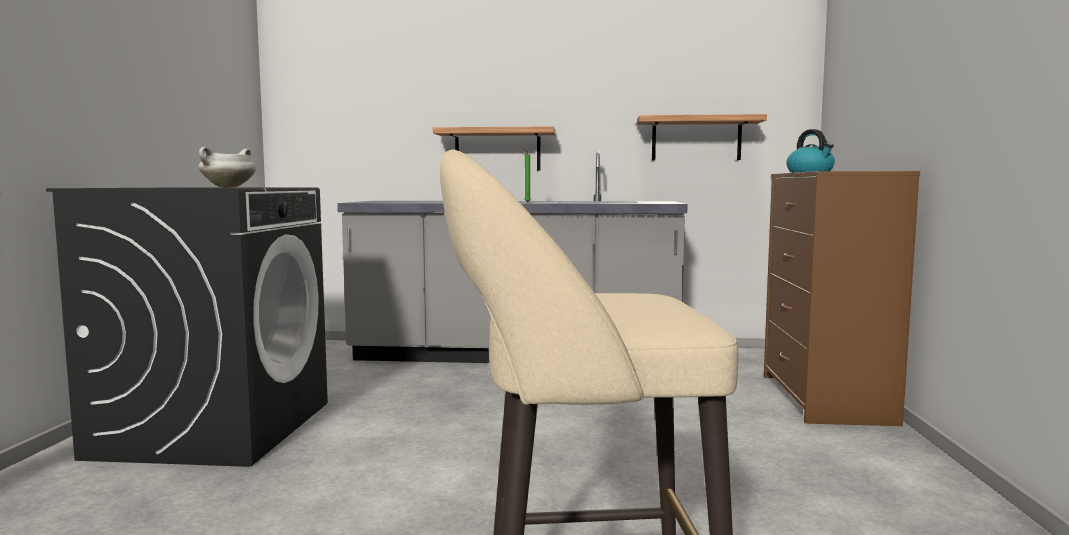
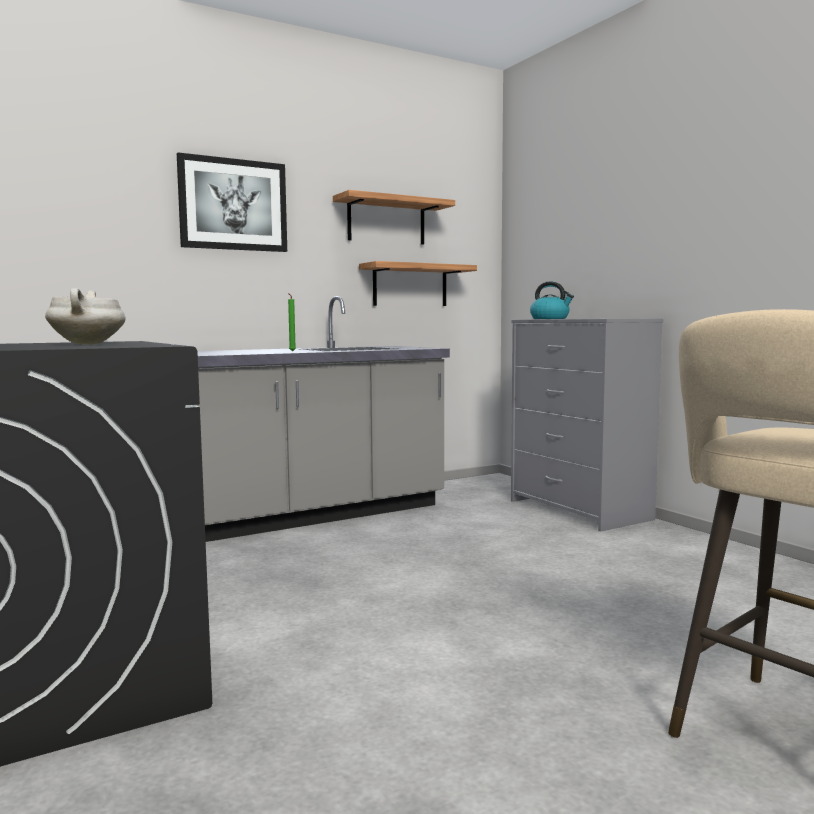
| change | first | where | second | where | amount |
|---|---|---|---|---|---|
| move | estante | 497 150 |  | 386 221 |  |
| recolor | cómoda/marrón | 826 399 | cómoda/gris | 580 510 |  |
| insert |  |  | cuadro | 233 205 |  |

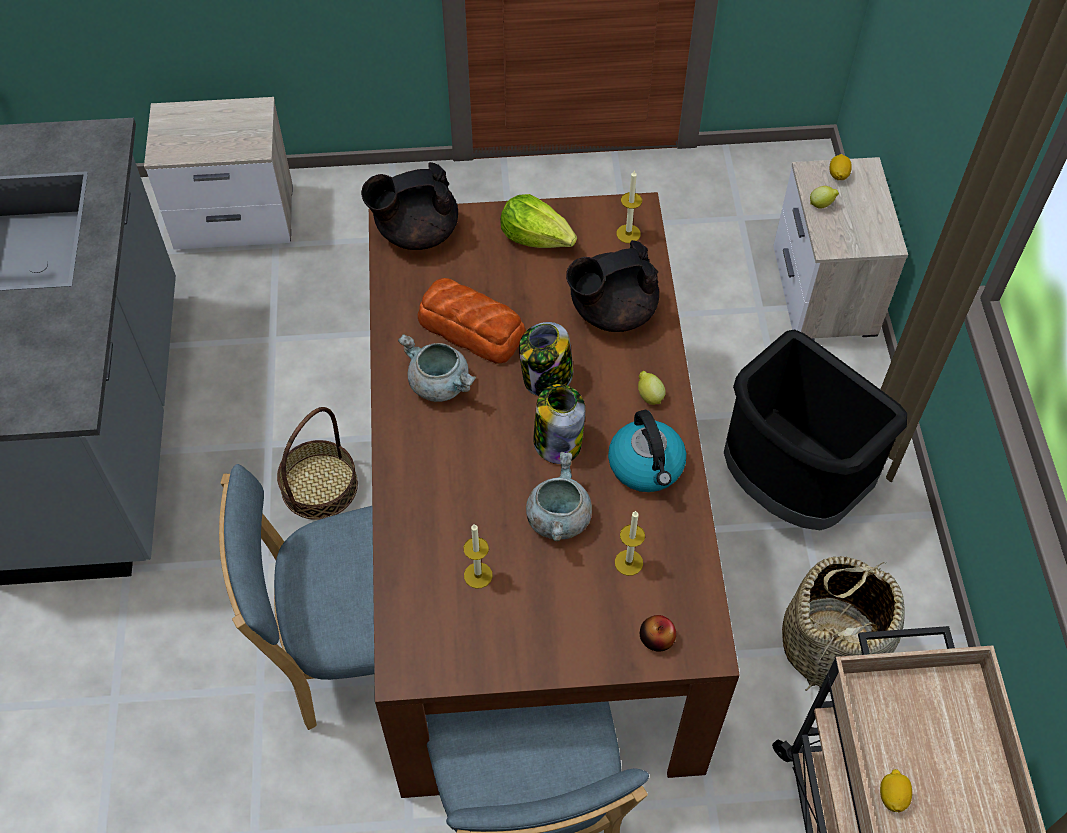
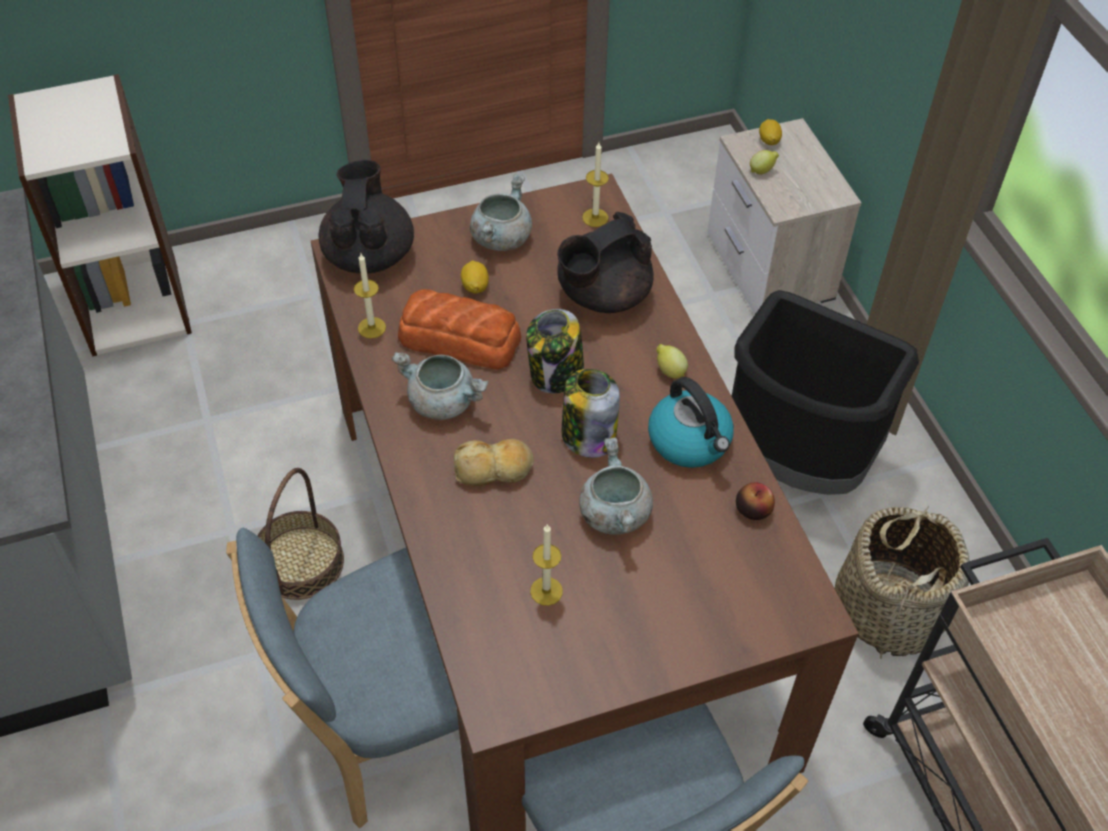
| change | first | where | second | where | amount |
|---|---|---|---|---|---|
| replace | mesita de noche | 236 217 | estantería | 134 303 |  |
| rotate | tetera/negro | 415 232 |  | 369 254 | 120 degrees clockwise |
| replace | lechuga | 537 237 | olla/gris | 500 237 |  |
| move | vela | 628 562 |  | 372 327 |  |
| move | manzana | 656 638 |  | 753 509 |  |
| move | limón | 892 796 |  | 475 286 |  |
| insert |  |  | pan | 494 469 |  |

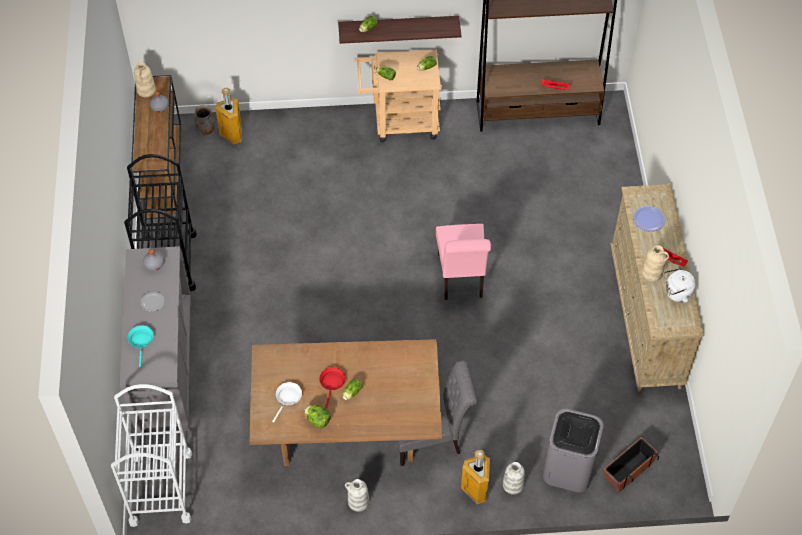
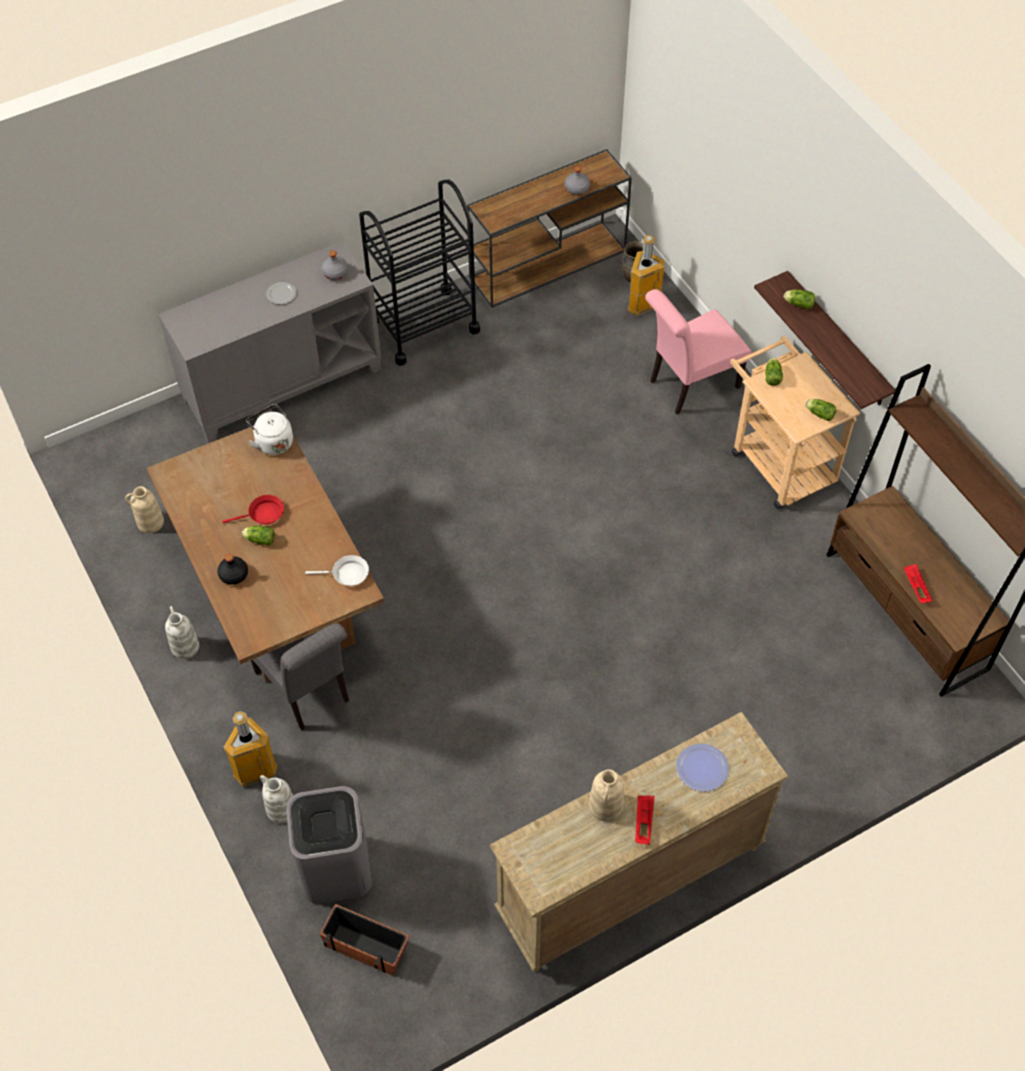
| change | first | where | second | where | amount |
|---|---|---|---|---|---|
| delete | carrito/blanco | 161 488 |  |  |  |
| delete | sartén/turquesa | 141 341 |  |  |  |
| move | florero/beis | 146 90 |  | 150 523 |  |
| move | sartén/blanco | 288 398 |  | 347 574 |  |
| delete | lechuga | 318 420 |  |  |  |
| move | silla/rosa | 461 278 |  | 689 385 |  |
| move | hervidor/blanco | 676 293 |  | 273 441 |  |
| insert |  |  | botella/negro | 233 575 |  |

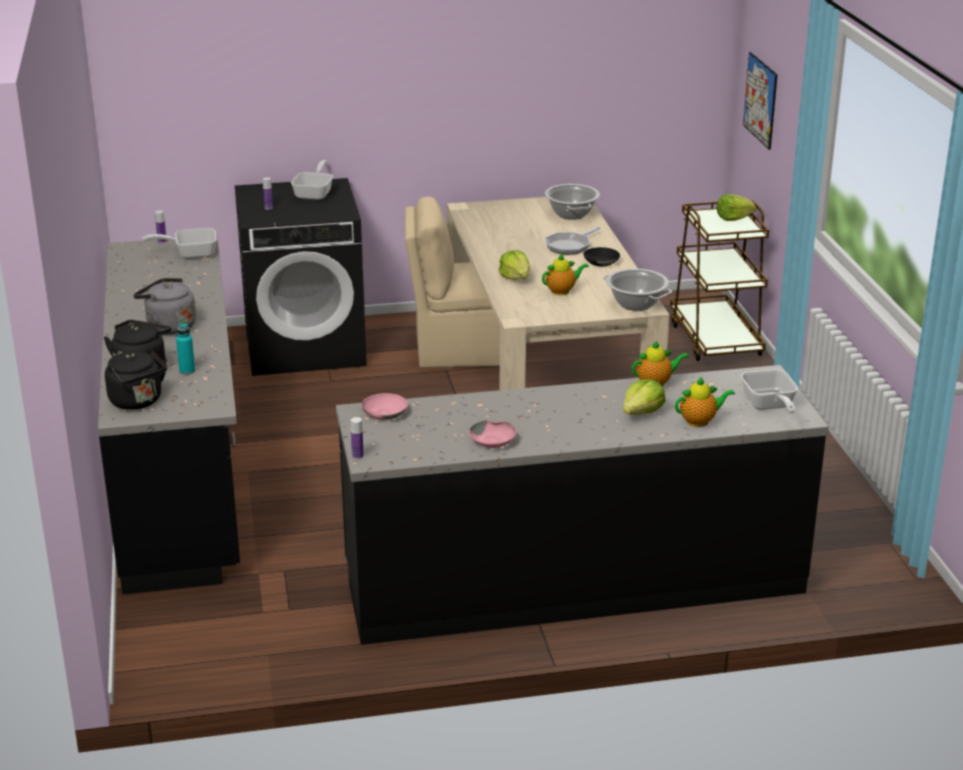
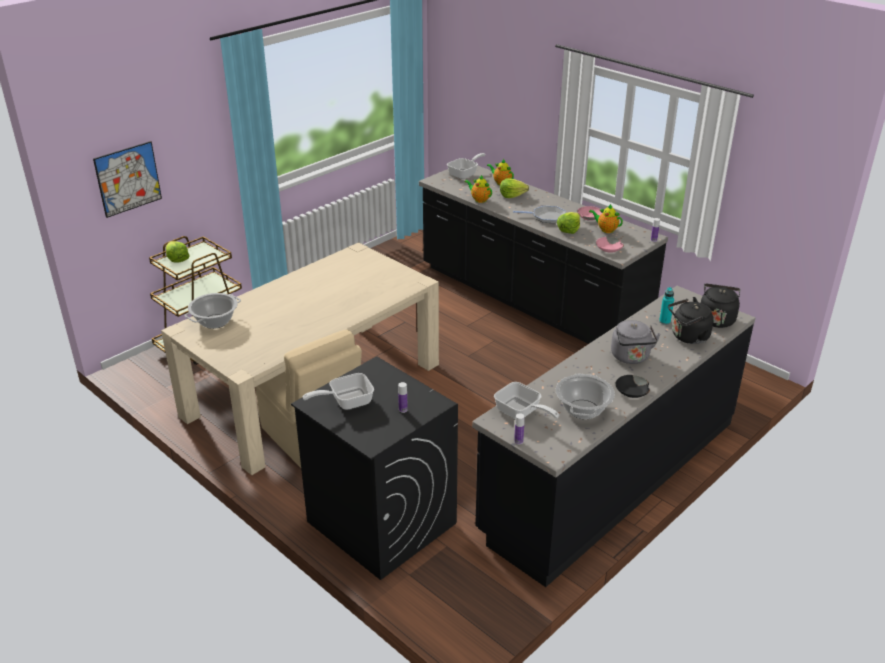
| change | first | where | second | where | amount |
|---|---|---|---|---|---|
| move | lechuga | 516 277 |  | 568 229 |  |
| move | tetera | 562 291 |  | 606 230 |  |
| move | sartén | 569 246 |  | 546 217 |  |
| move | cuenco/negro | 601 262 |  | 632 392 |  |
| move | olla | 635 303 |  | 583 410 |  |

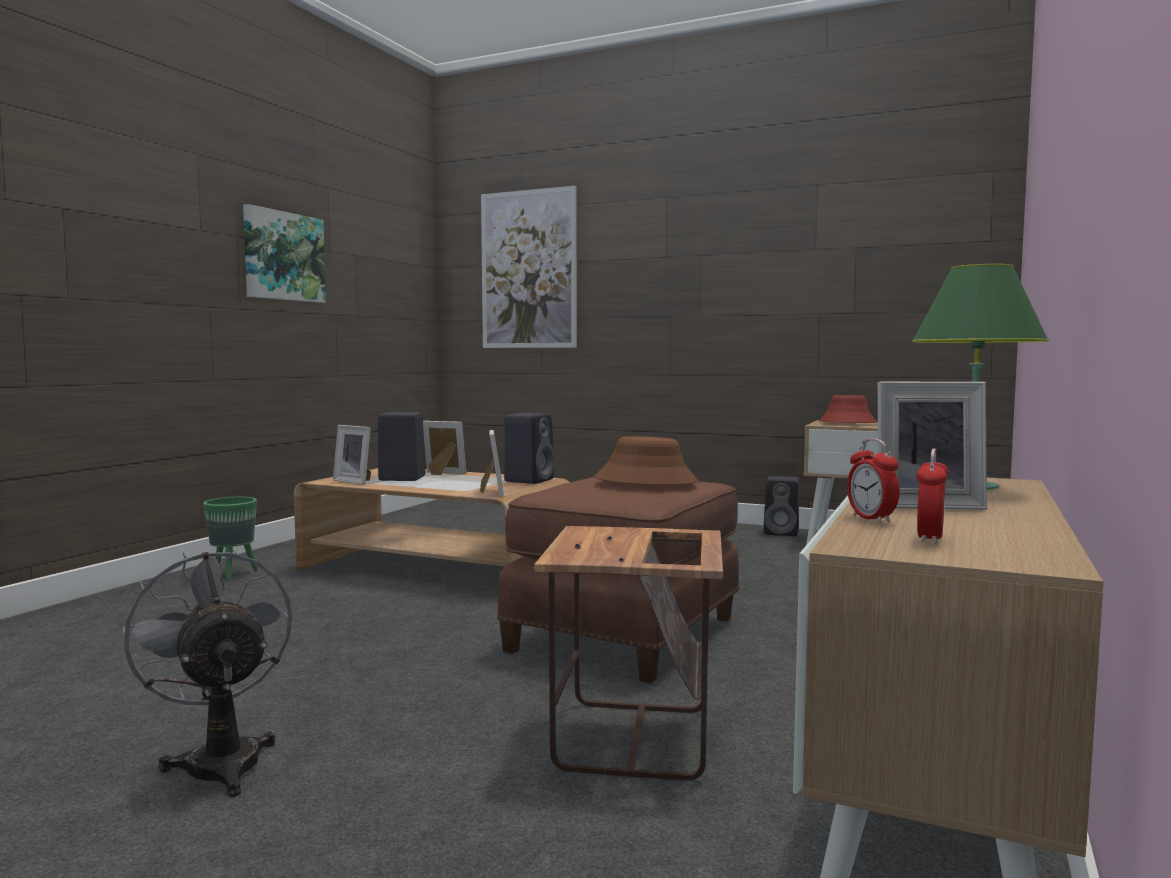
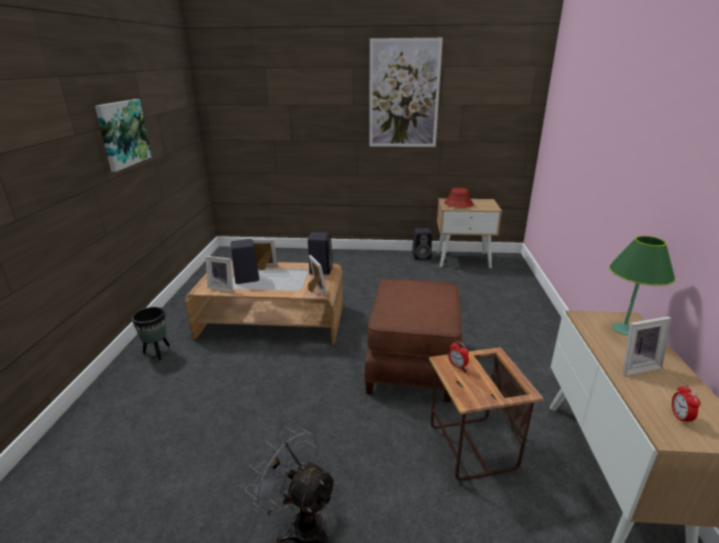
| change | first | where | second | where | amount |
|---|---|---|---|---|---|
| recolor | maceta/verde | 233 574 | maceta/negro | 157 352 |  |
| move | cuadro | 528 269 |  | 404 94 |  |
| delete | sombrero/marrón | 646 481 |  |  |  |
| move | despertador | 871 519 |  | 457 366 |  |

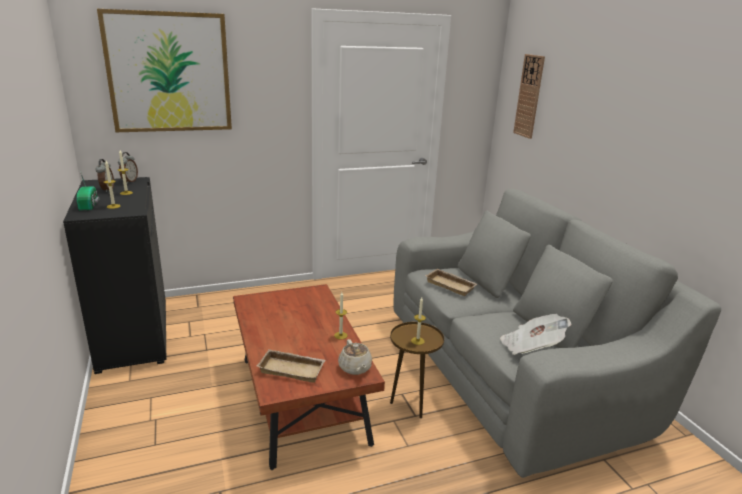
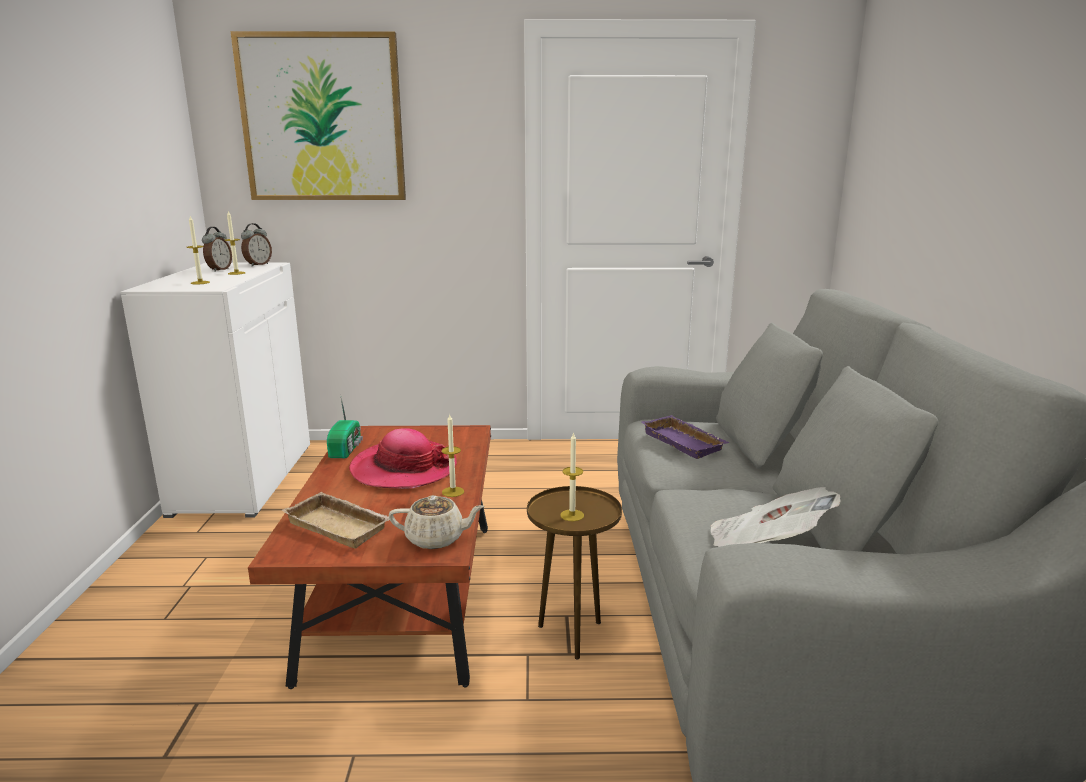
| change | first | where | second | where | amount |
|---|---|---|---|---|---|
| recolor | armario/negro | 132 335 | armario/blanco | 243 478 |  |
| move | radio | 89 205 |  | 347 449 |  |
| rotate | tetera/beis | 355 368 |  | 436 539 | 90 degrees counterclockwise |
| recolor | bandeja/beis | 451 285 | bandeja/morado | 685 442 |  |
| delete | reloj de pared | 529 96 |  |  |  |
| insert |  |  | sombrero | 404 468 |  |

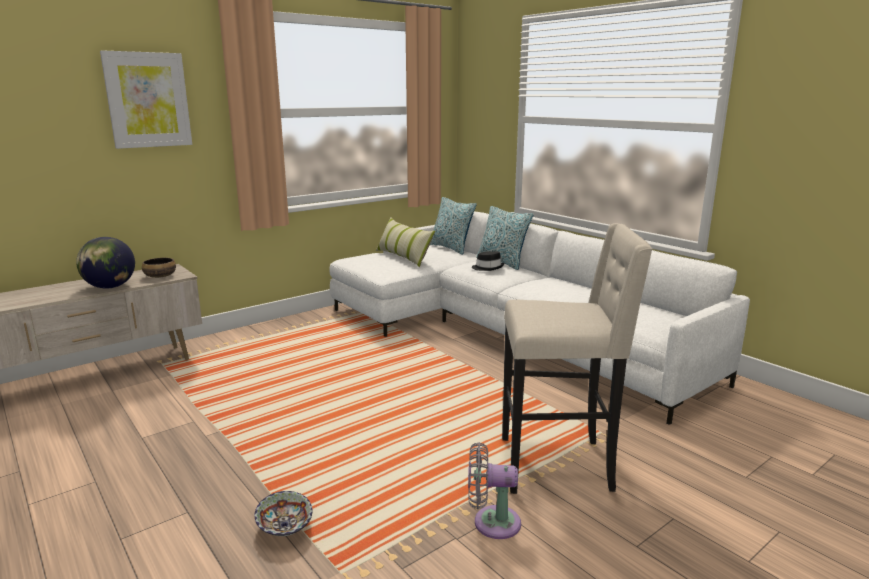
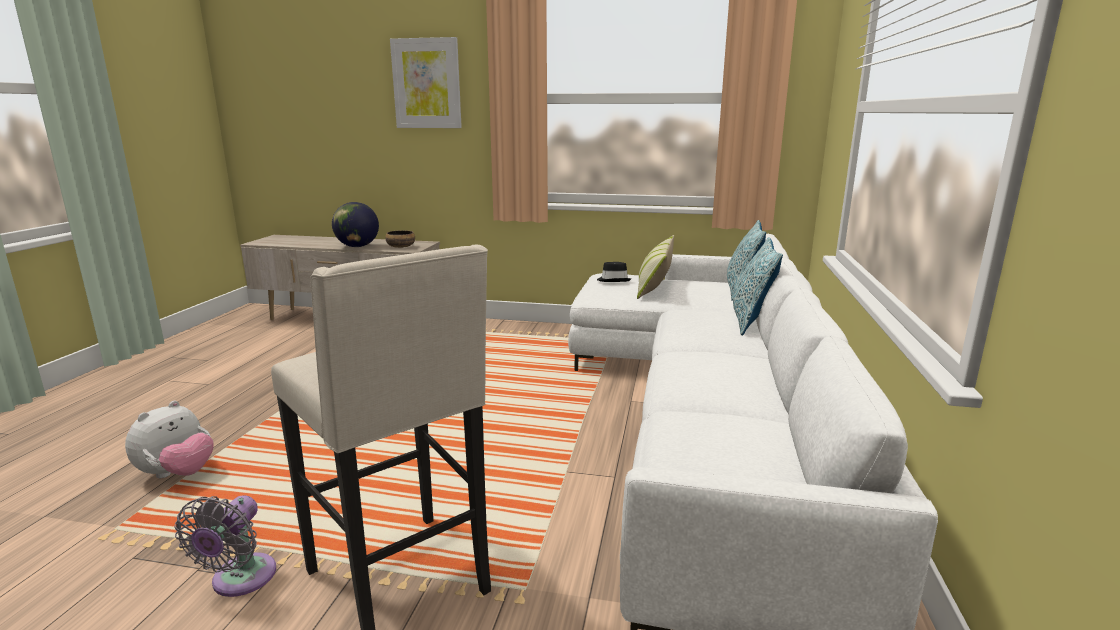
| change | first | where | second | where | amount |
|---|---|---|---|---|---|
| replace | cuenco | 284 527 | peluche | 178 474 |  |
| rotate | ventilador/gris | 491 522 |  | 240 580 | 135 degrees counterclockwise |
| move | sombrero/negro | 488 268 |  | 613 280 |  |

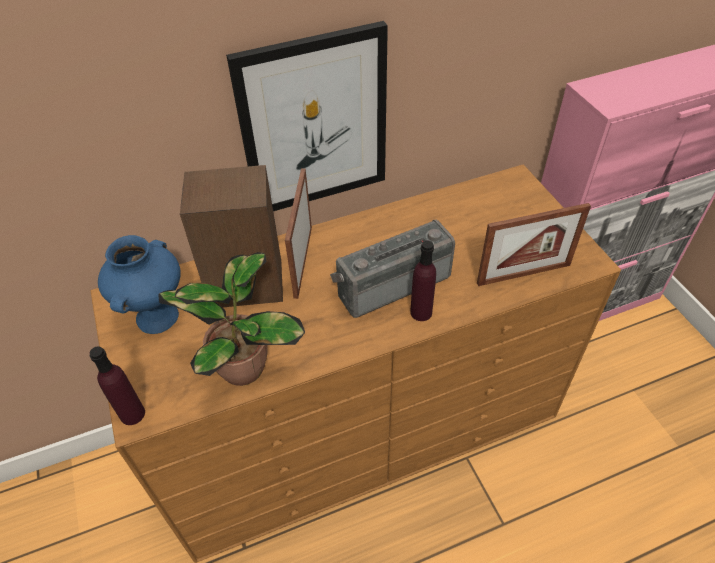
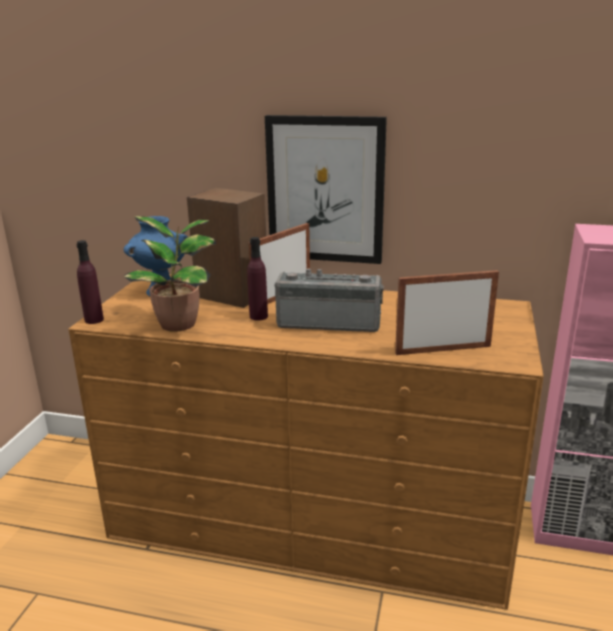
| change | first | where | second | where | amount |
|---|---|---|---|---|---|
| move | botella/morado | 421 312 |  | 258 316 |  |
| rotate | portarretratos | 523 274 |  | 443 350 | 150 degrees clockwise |

